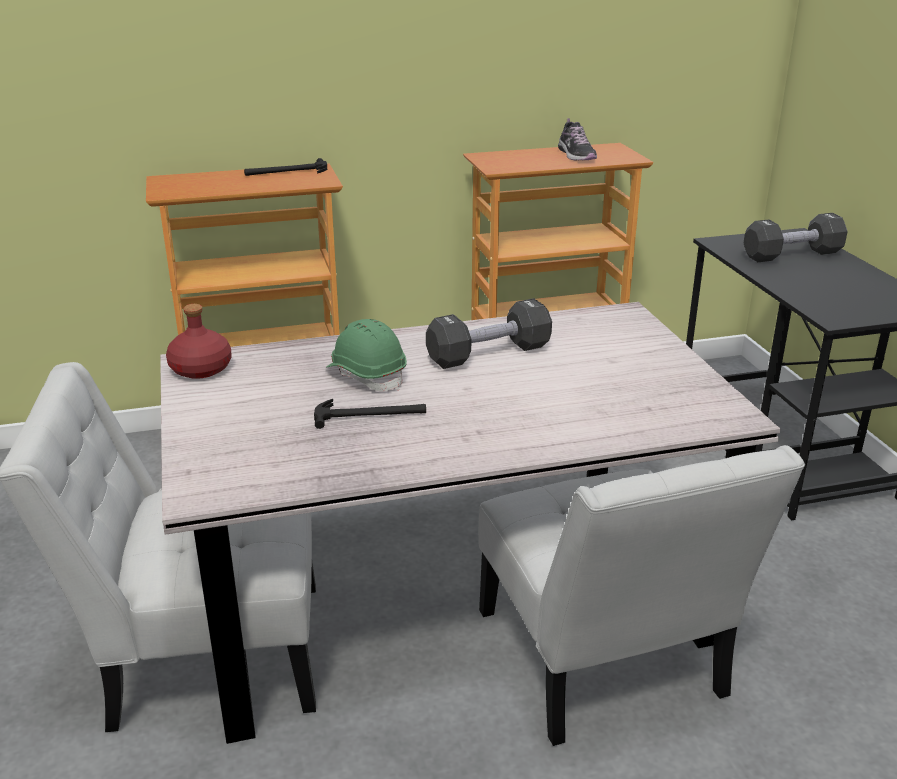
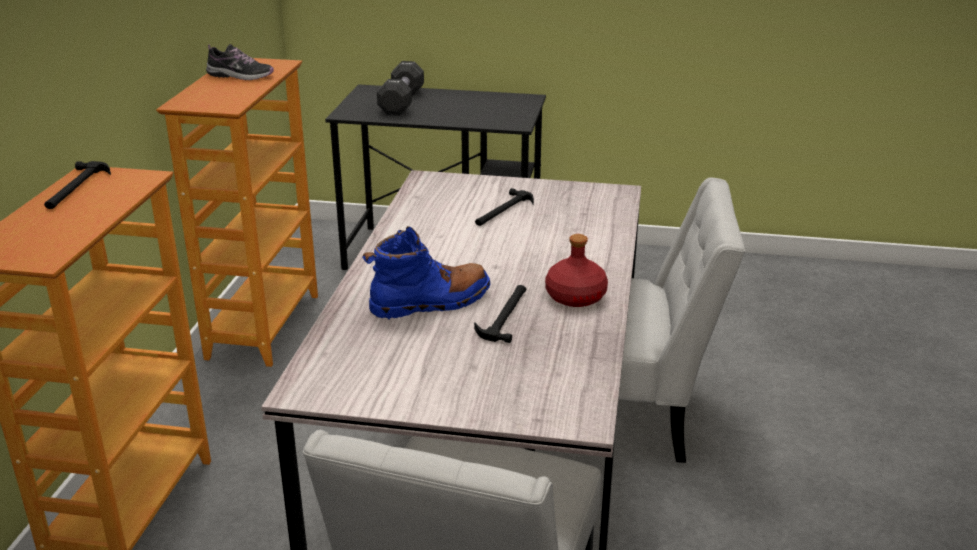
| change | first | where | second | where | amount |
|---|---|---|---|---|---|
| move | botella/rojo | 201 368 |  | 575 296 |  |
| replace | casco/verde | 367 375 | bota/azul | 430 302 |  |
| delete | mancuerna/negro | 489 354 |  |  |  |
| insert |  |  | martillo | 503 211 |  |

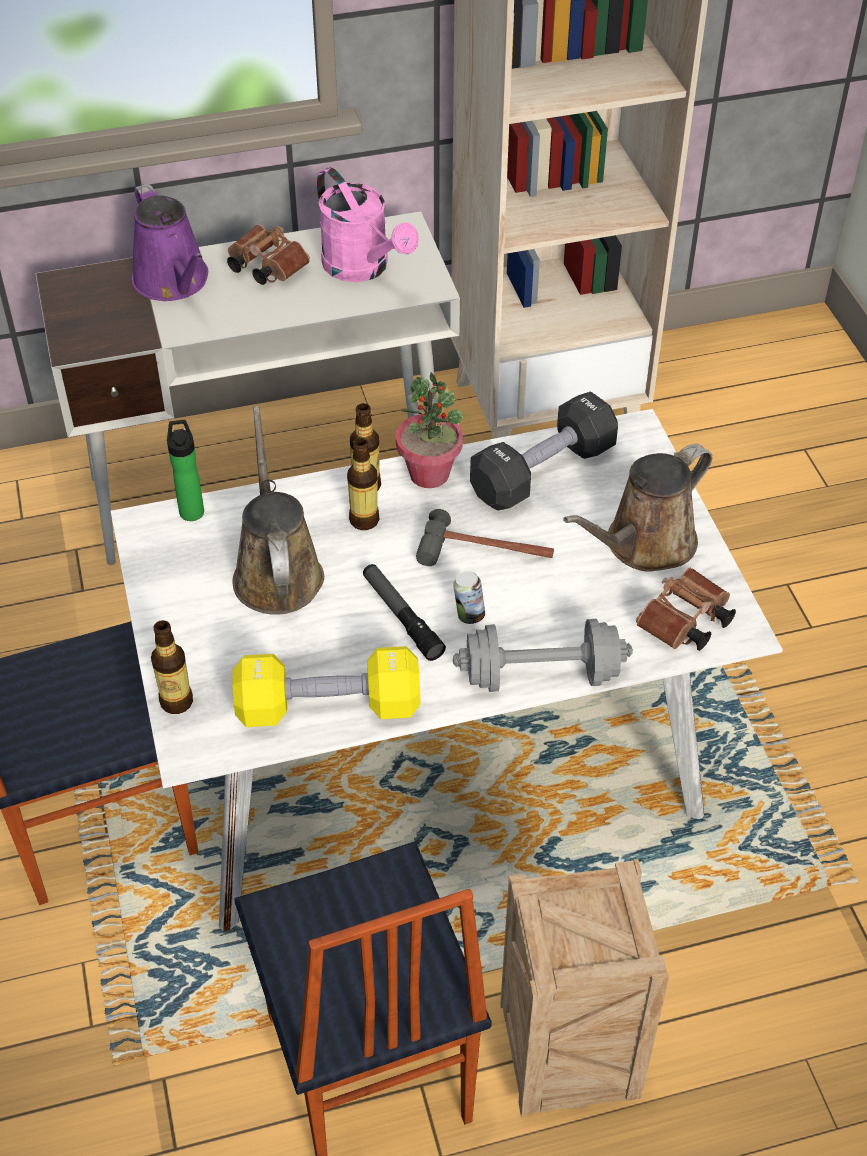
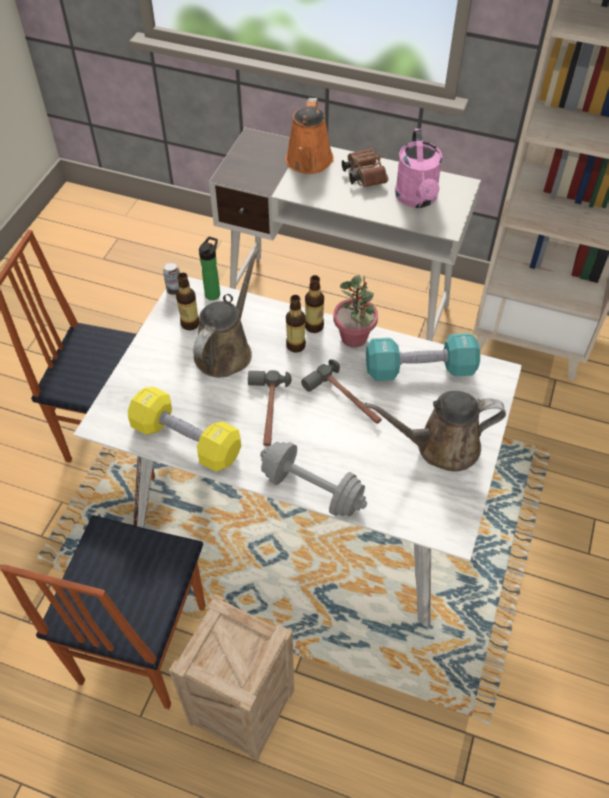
| change | first | where | second | where | amount |
|---|---|---|---|---|---|
| recolor | regadera/morado | 174 282 | regadera/naranja | 308 162 |  |
| move | botella | 176 702 |  | 190 324 |  |
| replace | linterna | 402 617 | martillo | 267 412 |  |
| move | lata | 469 615 |  | 174 290 |  |
| recolor | mancuerna/negro | 542 472 | mancuerna/turquesa | 420 369 |  |
| delete | prismáticos/marrón | 684 624 |  |  |  |

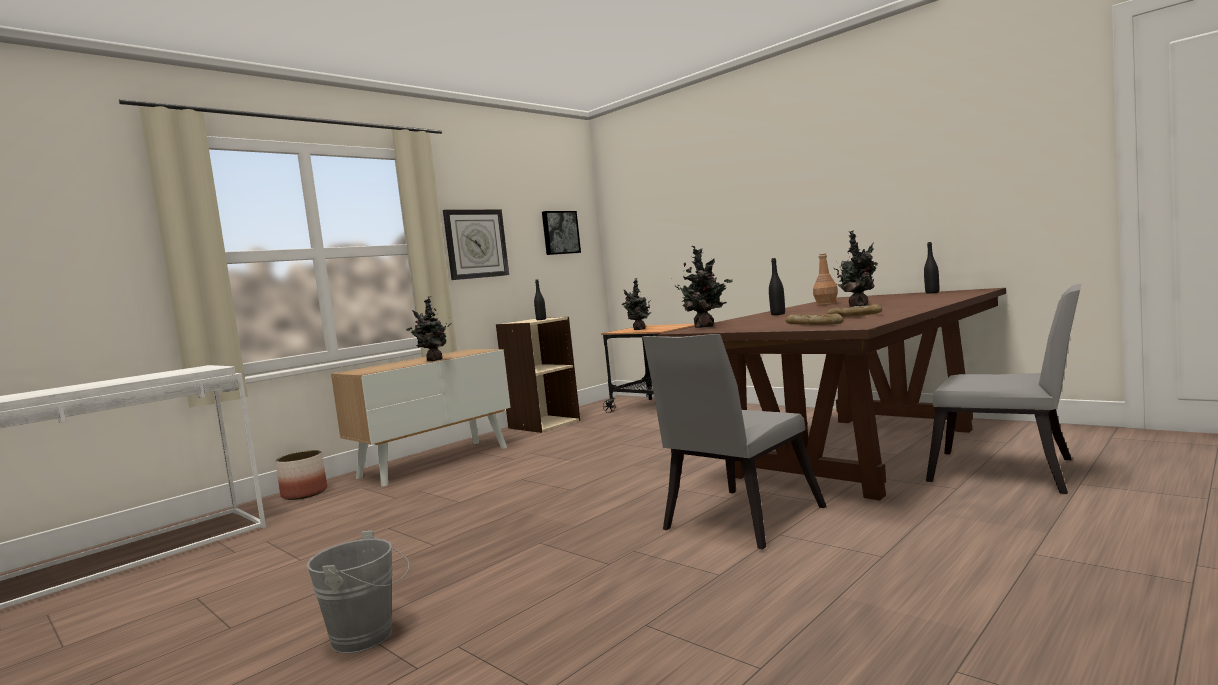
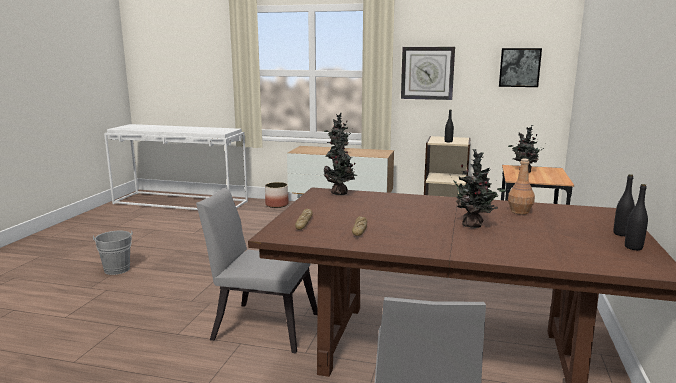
| change | first | where | second | where | amount |
|---|---|---|---|---|---|
| move | botella/negro | 778 314 |  | 621 234 |  |

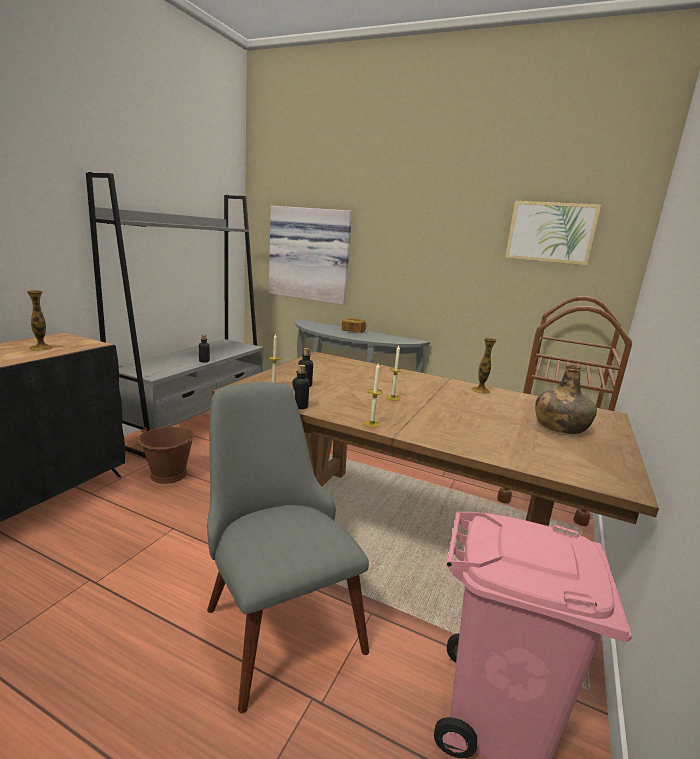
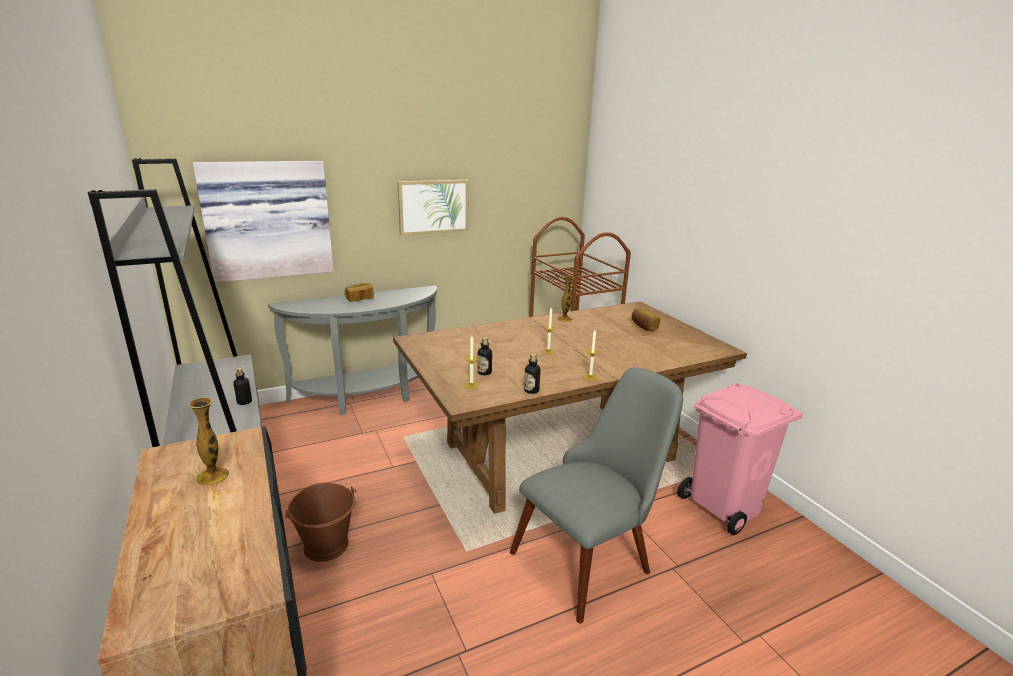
| change | first | where | second | where | amount |
|---|---|---|---|---|---|
| rotate | silla/gris | 274 615 |  | 592 555 | 135 degrees clockwise |
| move | cuadro | 550 232 |  | 433 206 |  |
| replace | botella/verde | 560 427 | pan | 643 327 |  |

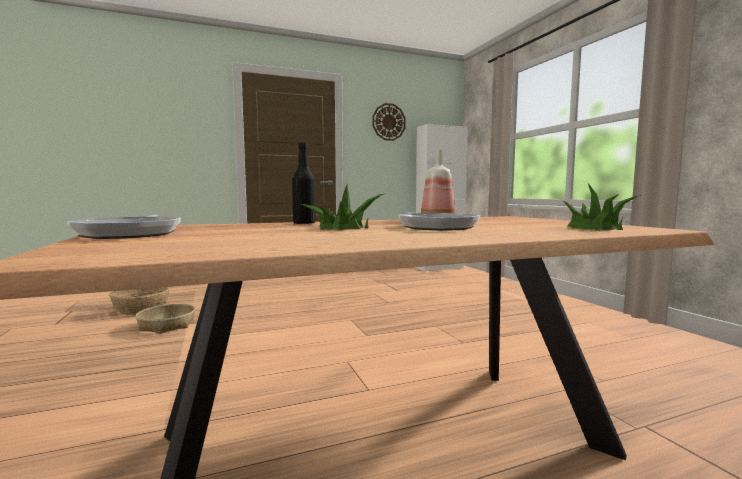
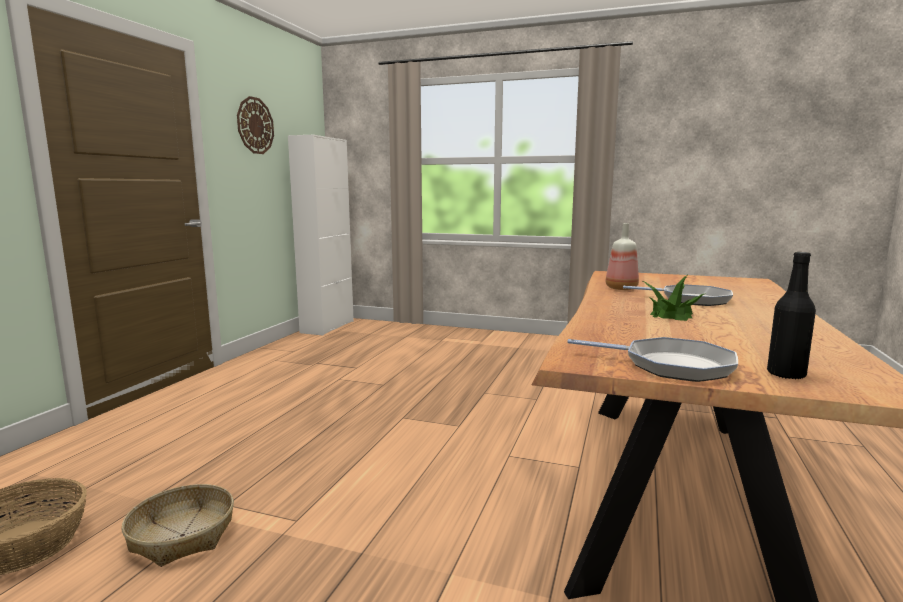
| change | first | where | second | where | amount |
|---|---|---|---|---|---|
| move | botella/negro | 304 223 |  | 786 374 |  |
| delete | planta en maceta | 594 228 |  |  |  |

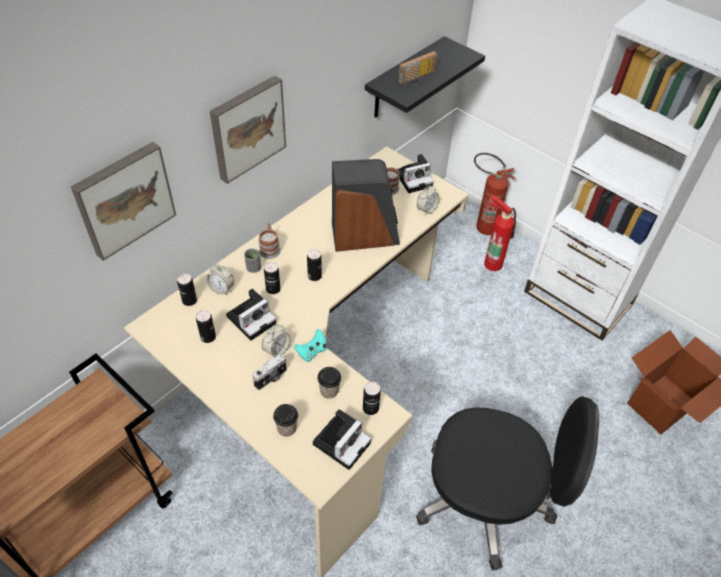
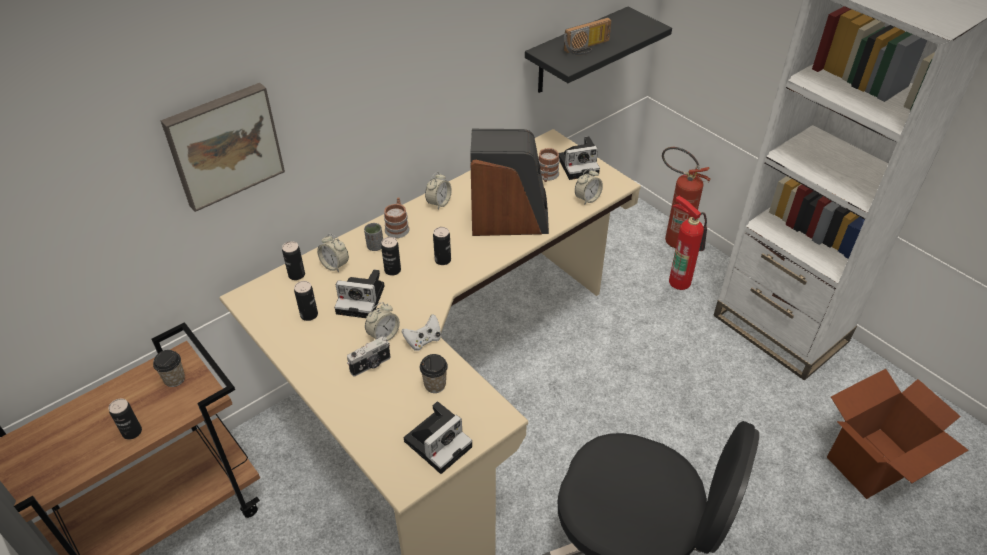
| change | first | where | second | where | amount |
|---|---|---|---|---|---|
| delete | cuadro | 247 128 |  |  |  |
| rotate | cámara | 252 318 |  | 363 299 | 45 degrees clockwise |
| move | taza | 287 428 |  | 174 379 |  |
| recolor | mando de consola/turquesa | 312 351 | mando de consola/blanco | 423 340 |  |
| move | lata | 370 408 |  | 132 432 |  |
| insert |  |  | despertador | 439 203 |  |

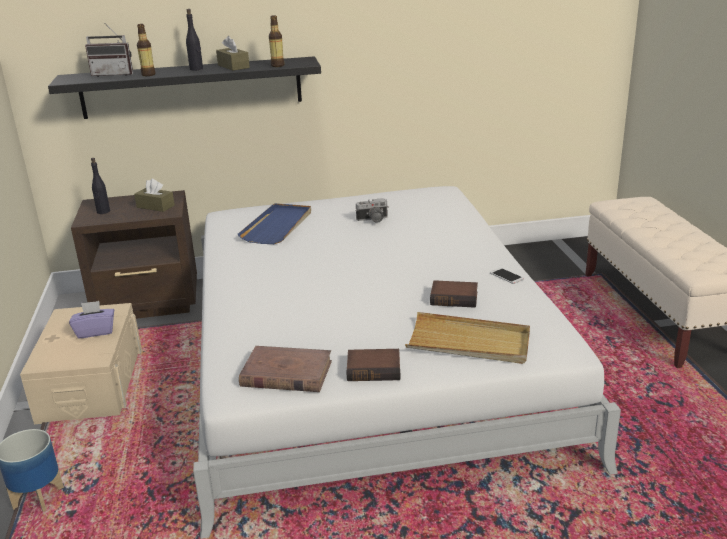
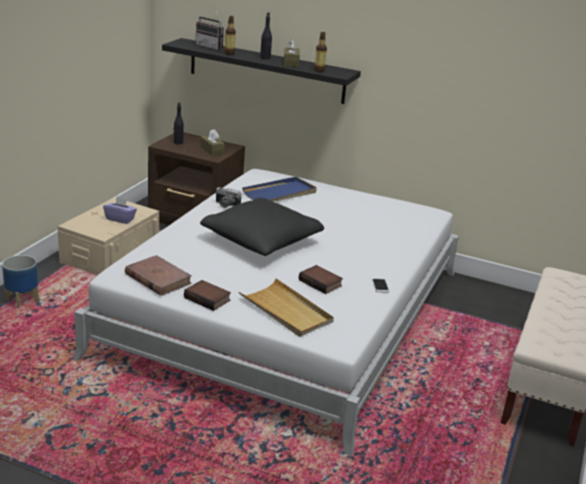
| change | first | where | second | where | amount |
|---|---|---|---|---|---|
| move | cámara | 373 220 |  | 225 205 |  |
| insert |  |  | cojín/negro | 262 240 |  |

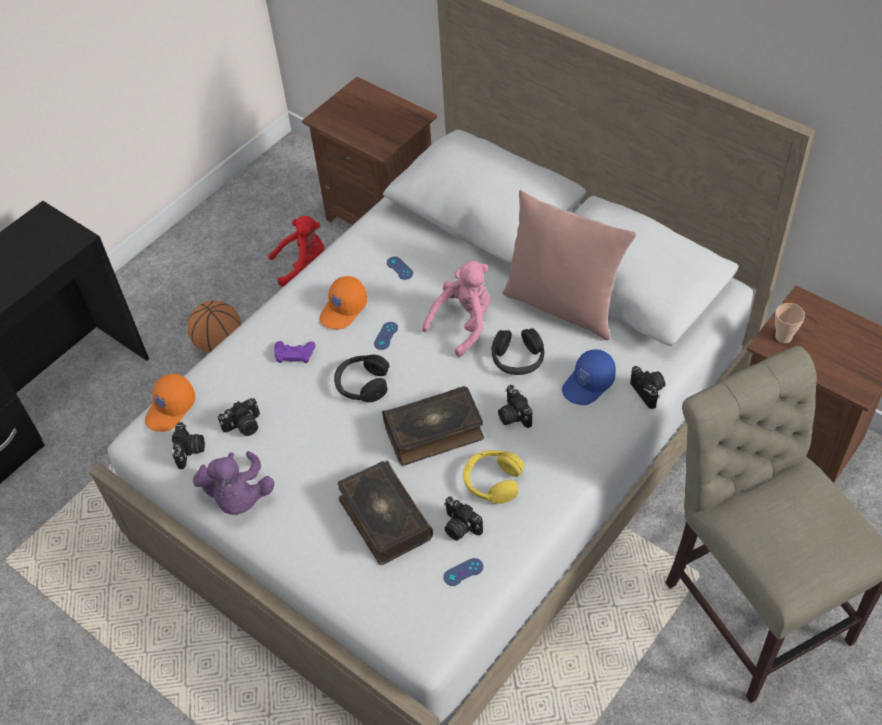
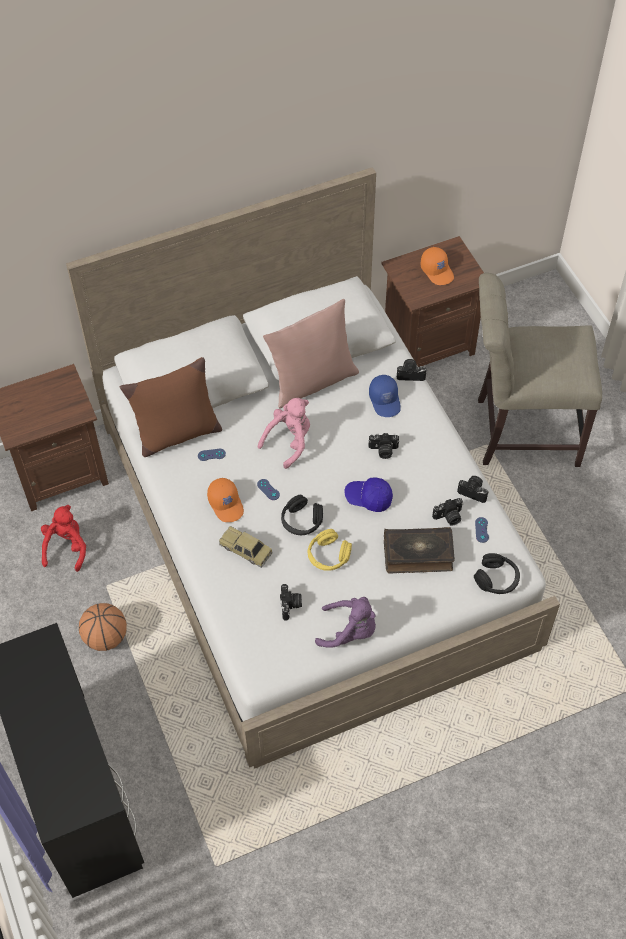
| change | first | where | second | where | amount |
|---|---|---|---|---|---|
| move | gorra/naranja | 171 409 |  | 437 271 |  |
| move | cámara | 190 451 |  | 473 491 |  |
| replace | mando de consola/morado | 294 354 | coche de juguete | 246 550 |  |
| replace | libro | 434 432 | gorra/azul | 368 498 |  |
| rotate | peluche/rosa | 464 324 |  | 289 441 | 60 degrees clockwise |
| move | auriculares/amarillo | 492 481 |  | 328 555 |  |
| move | auriculares/negro | 518 359 |  | 497 579 |  |
| delete | taza | 783 337 |  |  |  |
| insert |  |  | cojín/marrón | 176 434 |  |

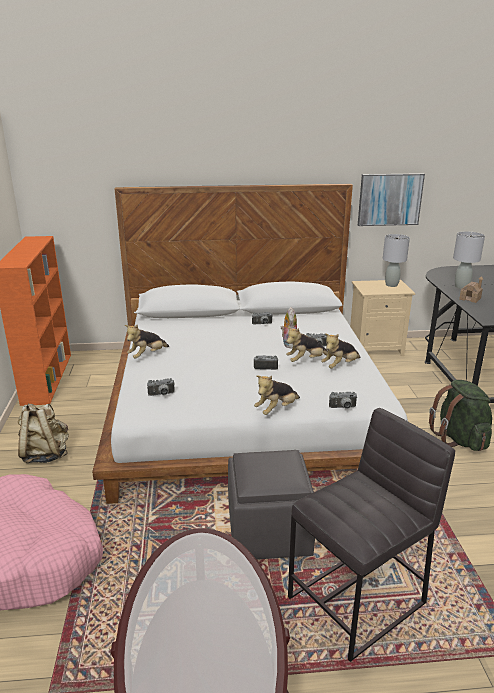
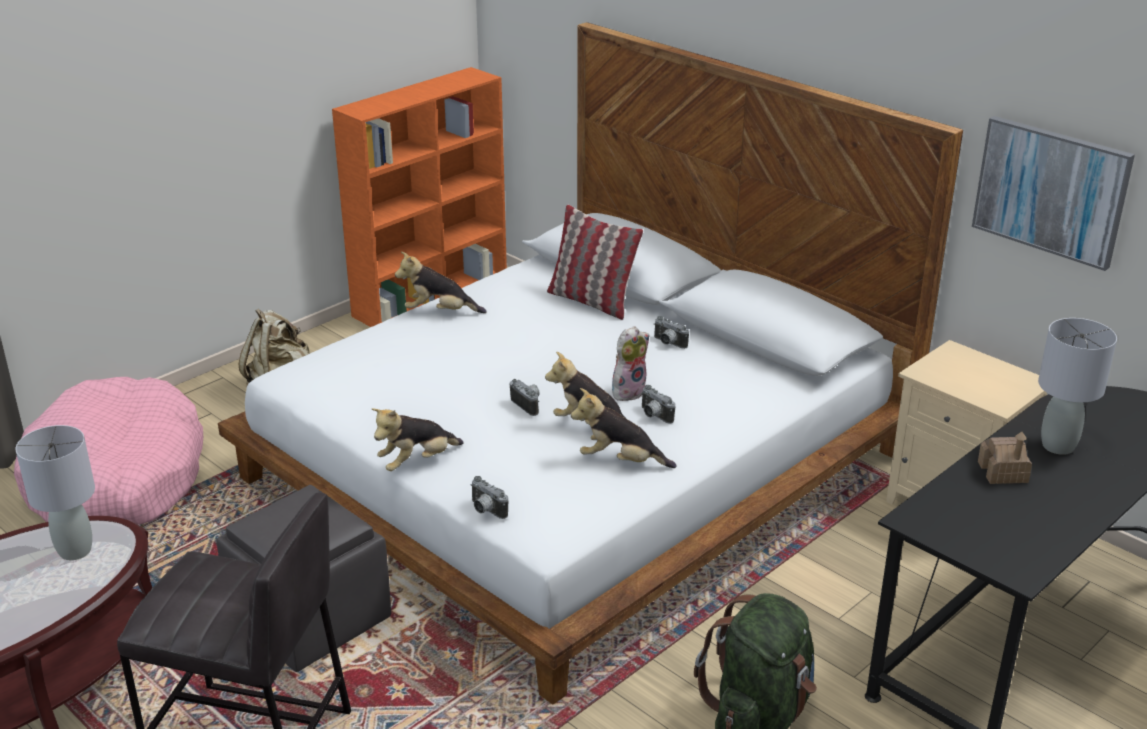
| change | first | where | second | where | amount |
|---|---|---|---|---|---|
| delete | cámara | 161 394 |  |  |  |
| rotate | peluche | 276 409 |  | 417 462 | 45 degrees counterclockwise |
| move | lámpara de mesa/gris | 391 285 |  | 75 550 |  |
| insert |  |  | cojín | 591 301 |  |

